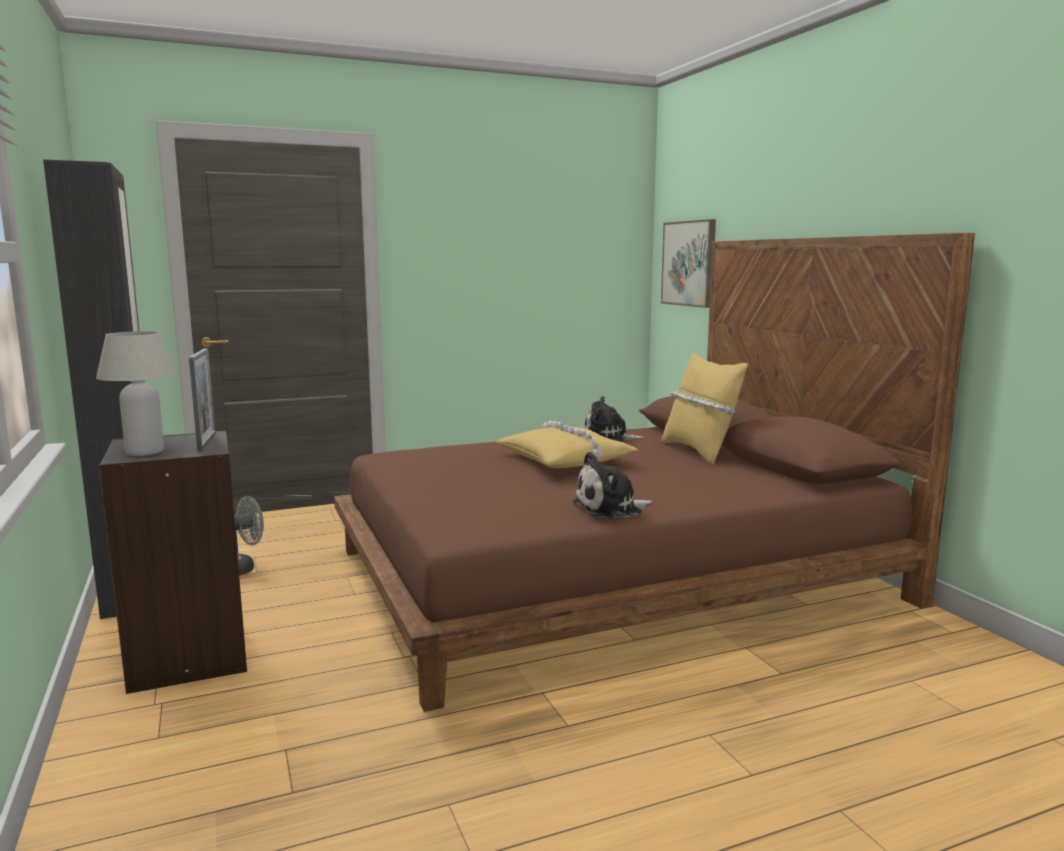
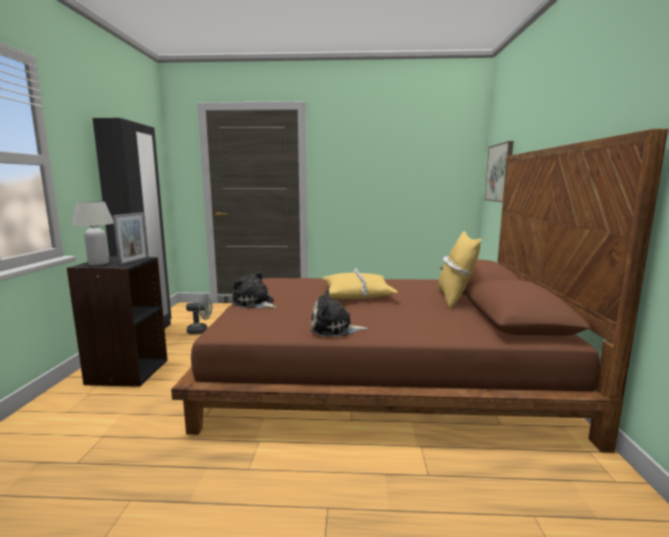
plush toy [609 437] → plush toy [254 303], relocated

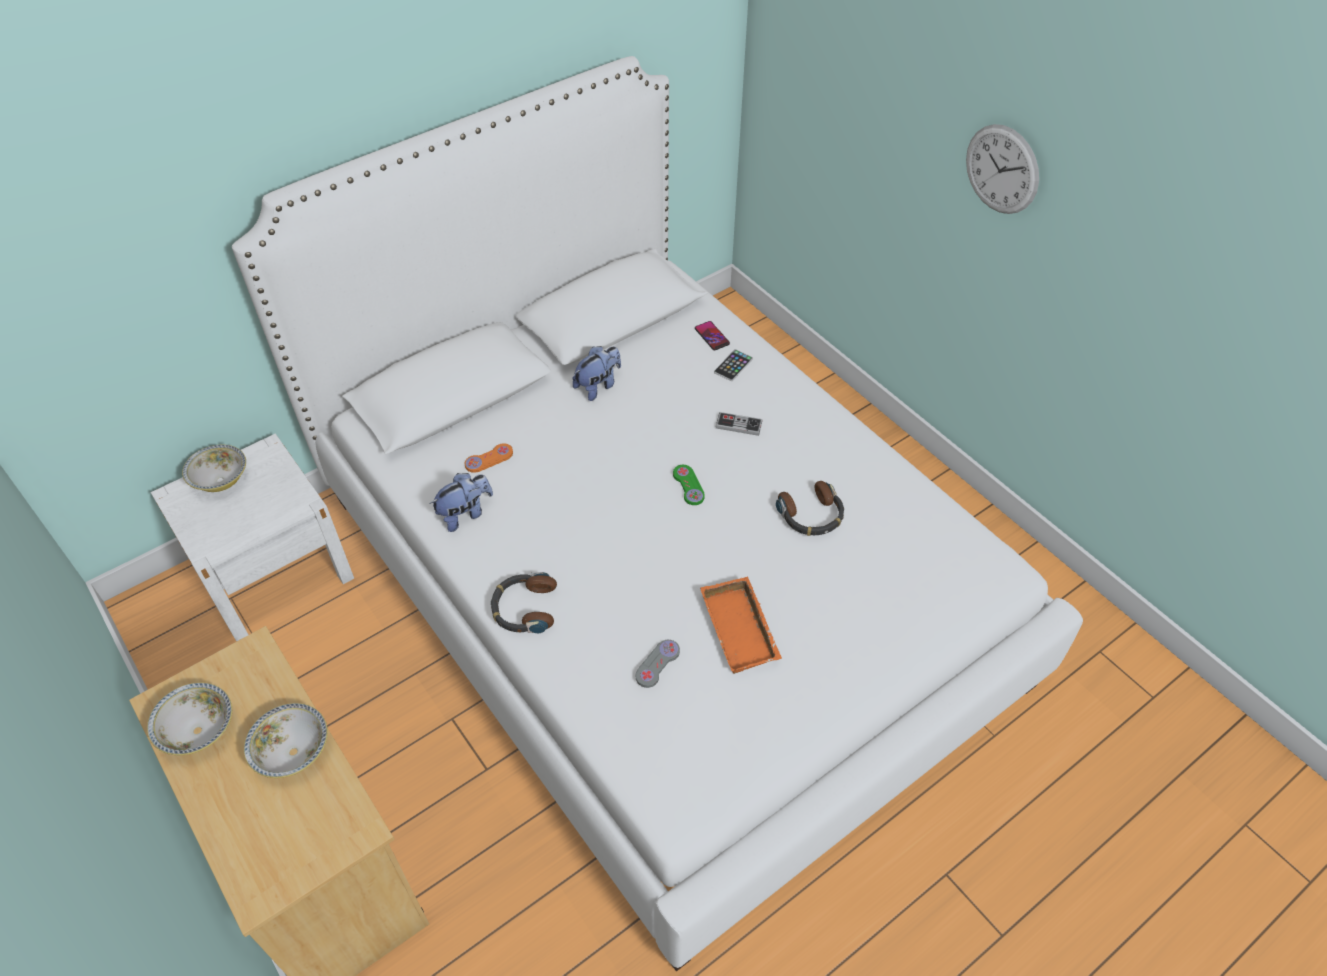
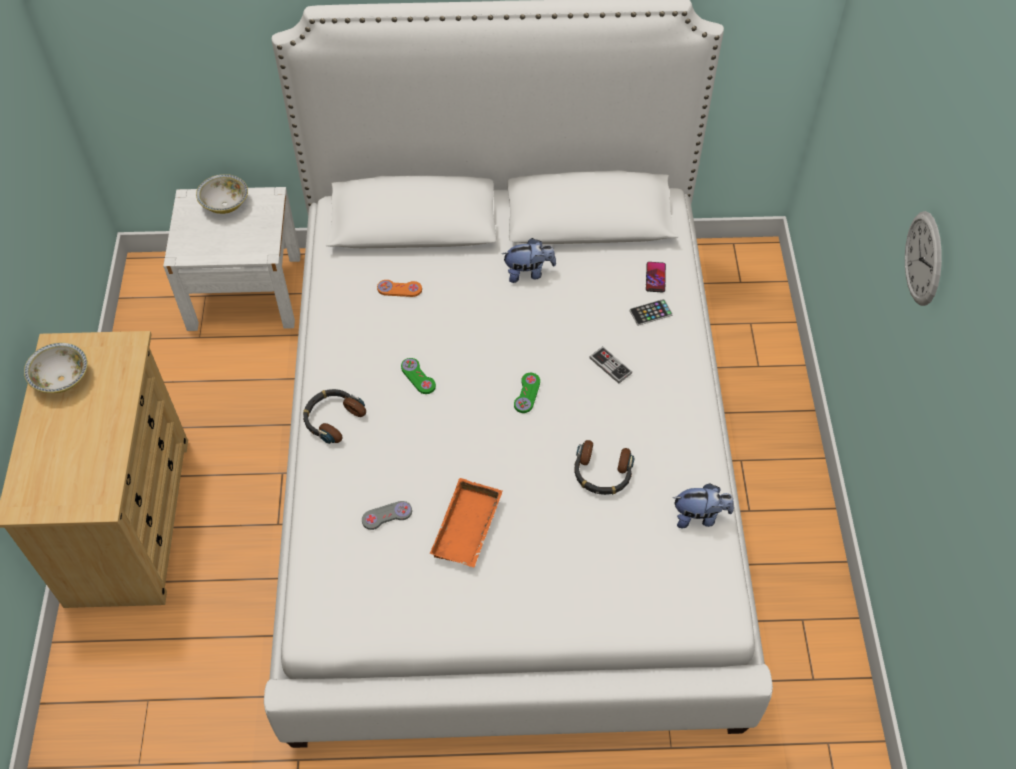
bowl [293 752] → -
plush toy [465 514] → plush toy [699 516], relocated
- → joypad (green-coloured) [418 377]

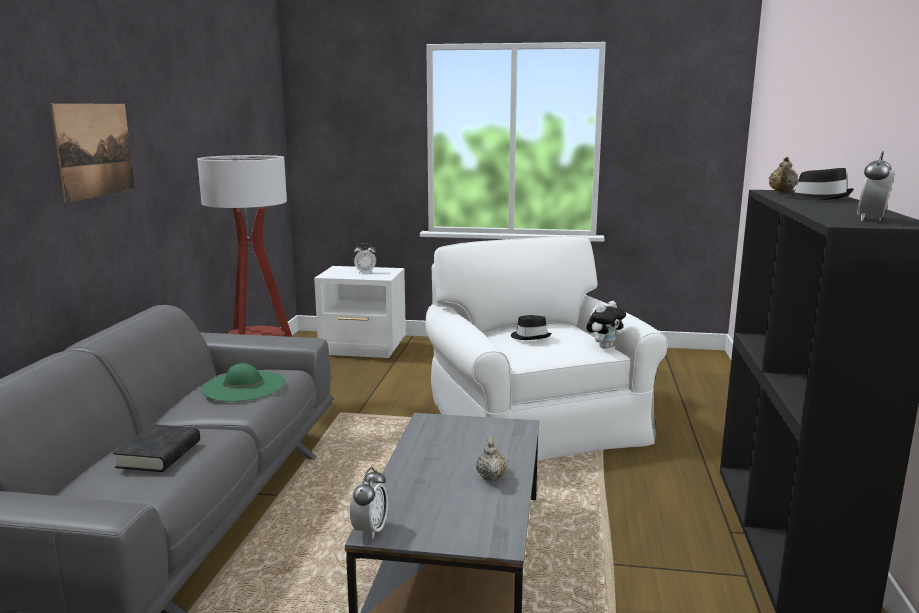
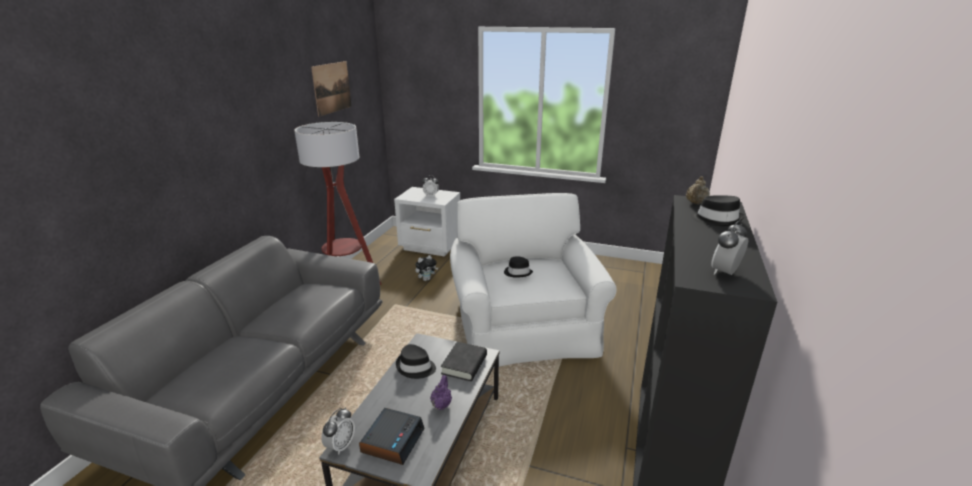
picture [95 150] → picture [332 87], relocated
volume (black) [159 454] → volume (black) [464 364], relocated
hat (green-coloured) [243 386] → -
pot for tea (sand-coloured) [491 477] → pot for tea (purplish) [441 404]
plush toy [604 346] → plush toy [426 279], relocated
- → alarm clock [392 440]
- → hat (black) [415 367]

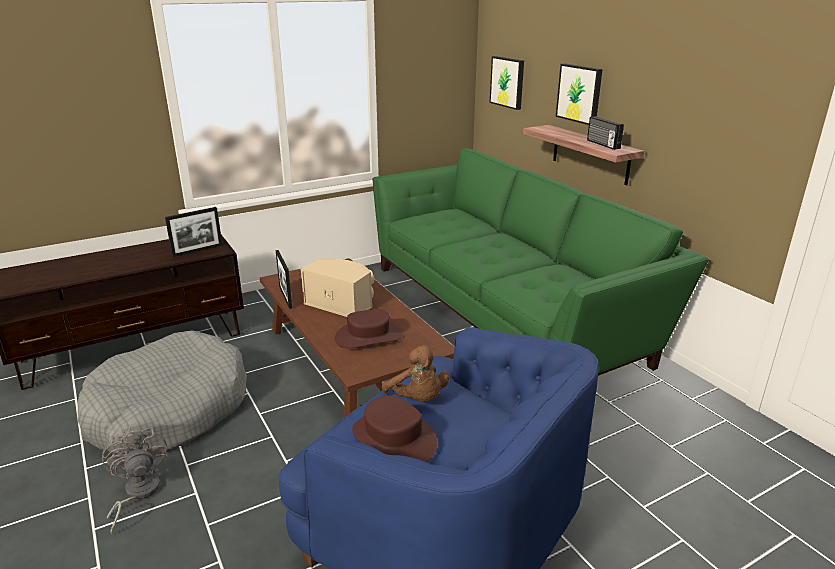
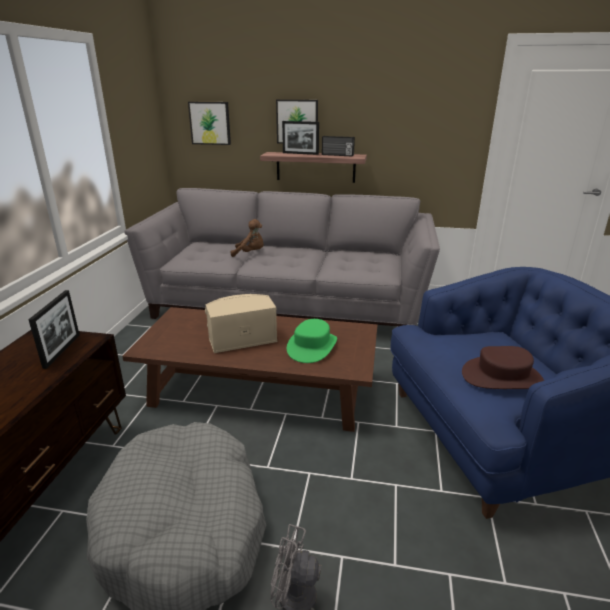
photo frame [285 297] → photo frame [300 153], relocated
hat (brown) [368 336] → hat (green-coloured) [312 346]
settee (green-coloured) [506 310] → settee (grey) [289 304]
plush toy (brown) [417 399] → plush toy (brown) [250 253], relocated

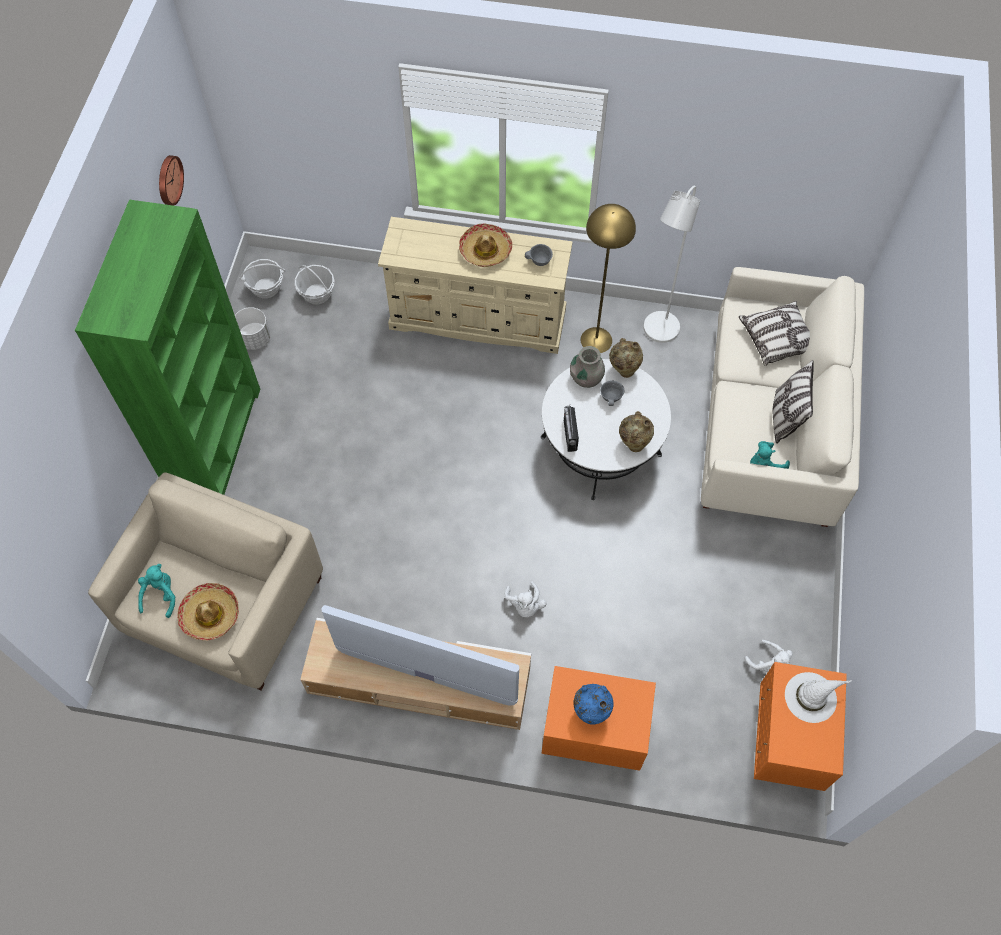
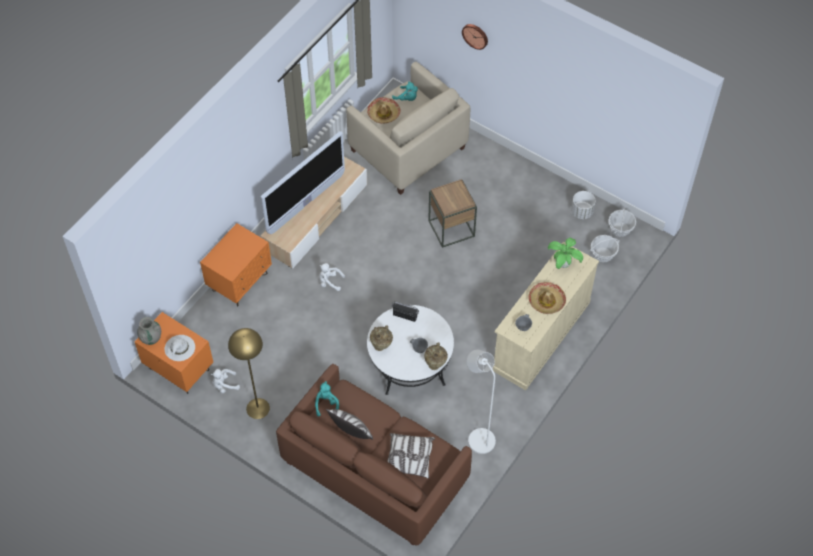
bookshelf (green-coloured) [215 439] → -
wall clock [168 180] → wall clock [475 35], relocated
decorative vase (grey) [586 378] → decorative vase (grey) [151 338], relocated
decorative vase (bluish) [591 712] → -
standing lamp (yellowish) [596 340] → standing lamp (yellowish) [257 408], relocated
settee (white) [771 423] → settee (brown) [374 470]
- → end table (brown) [451 228]
- → plant in a pot [563 264]

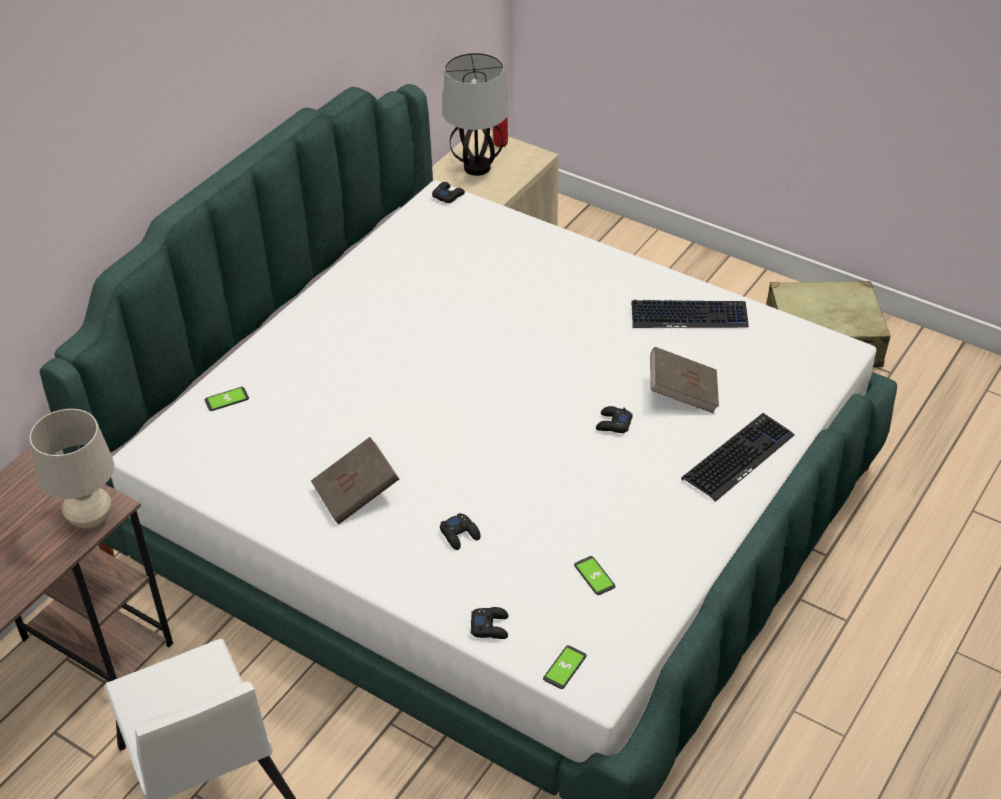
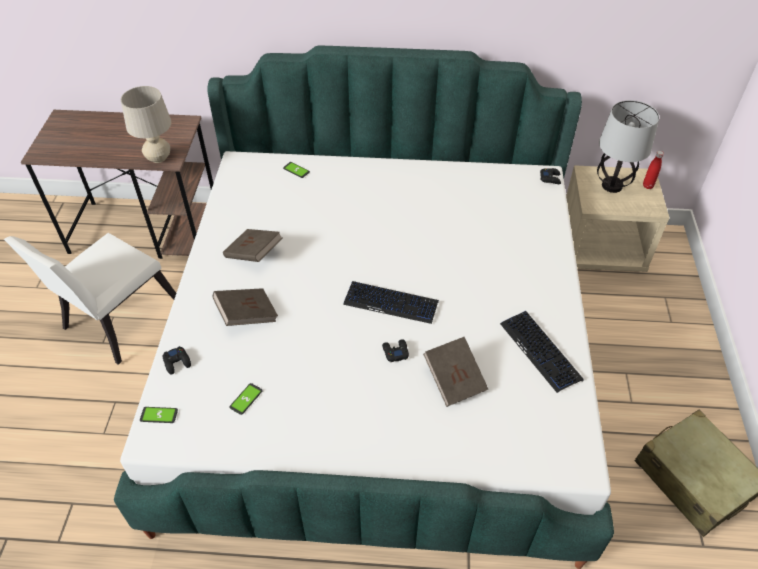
joypad (black) [460 534] → volume (brown) [247 315]
computer keyboard [738 458] → computer keyboard [391 303], relocated

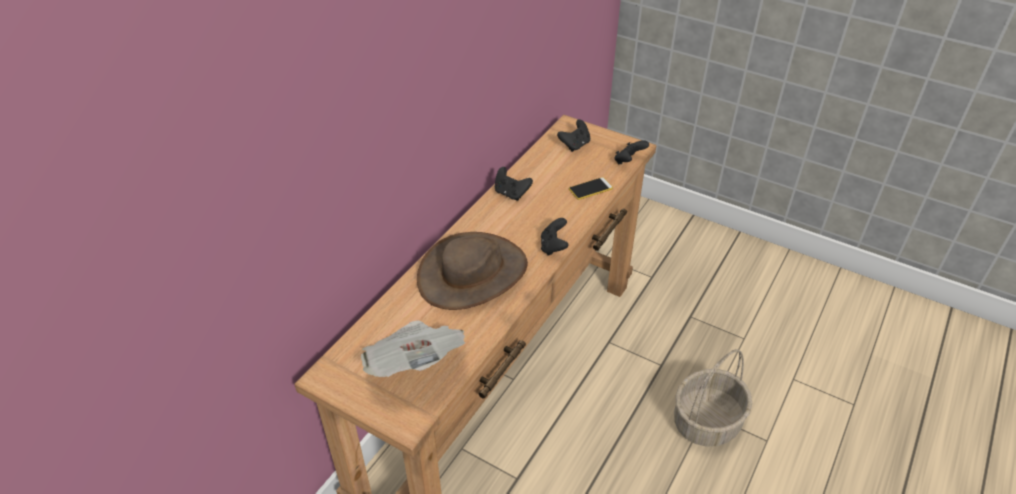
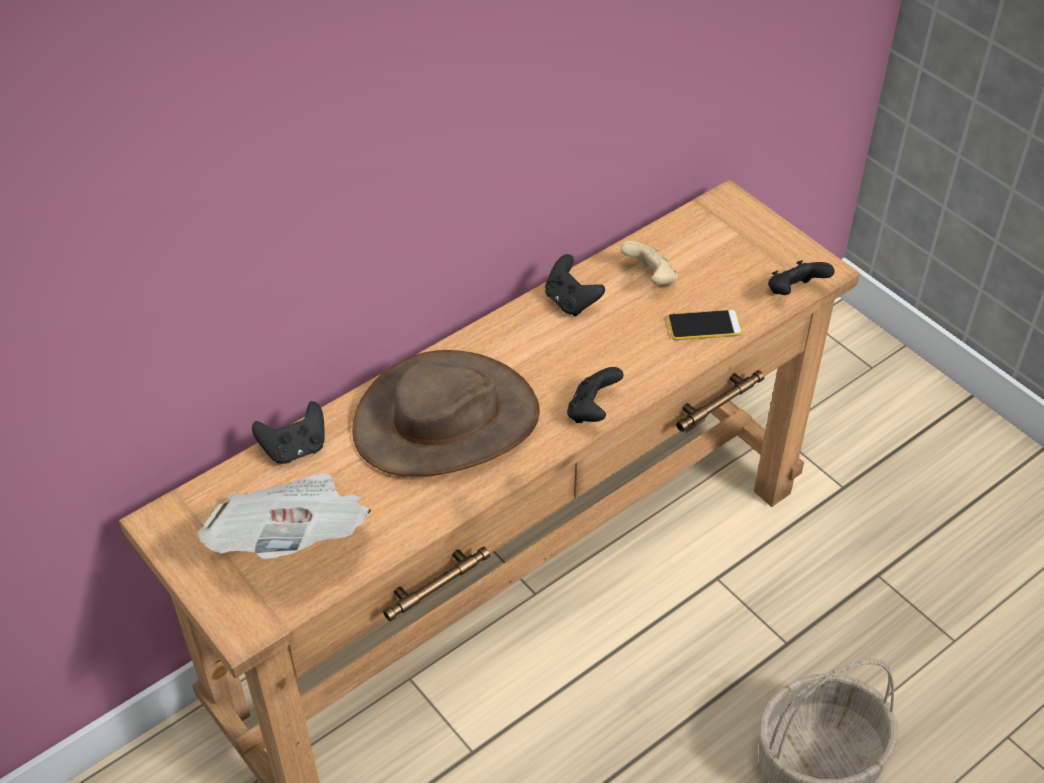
joypad (black) [575 145] → joypad (black) [295 449], relocated
- → joypad (sand-coloured) [650 279]

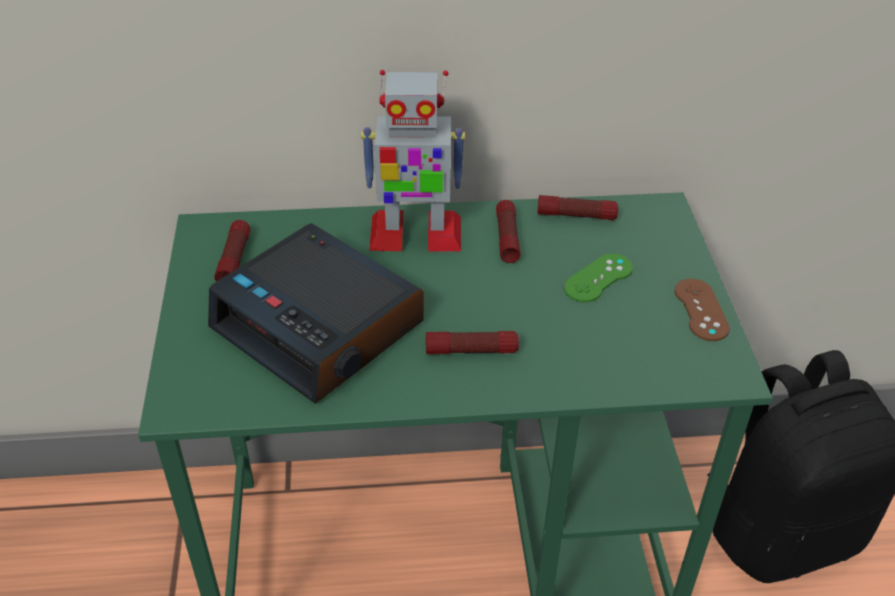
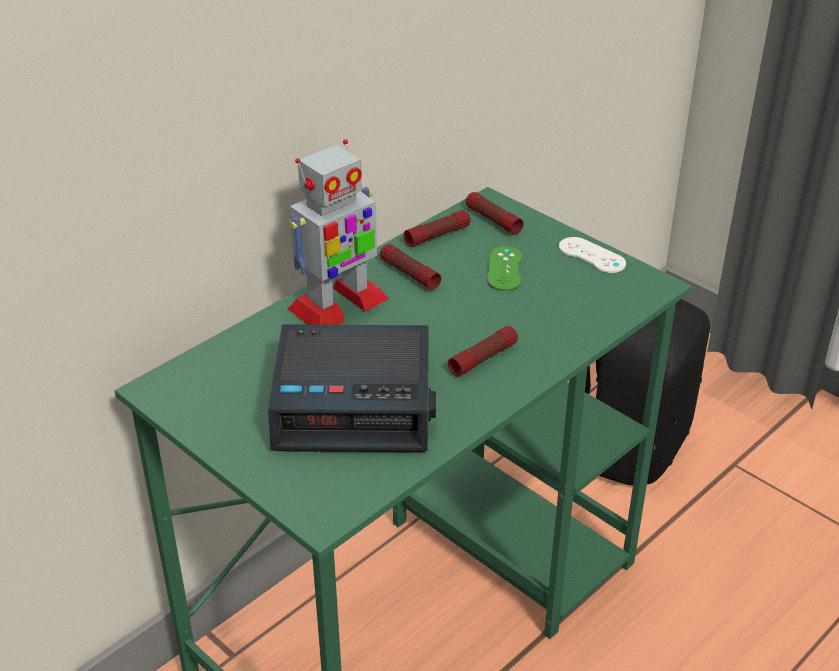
torch [234 259] → torch [493 220], relocated
joypad (brown) [701 310] → joypad (white) [591 255]

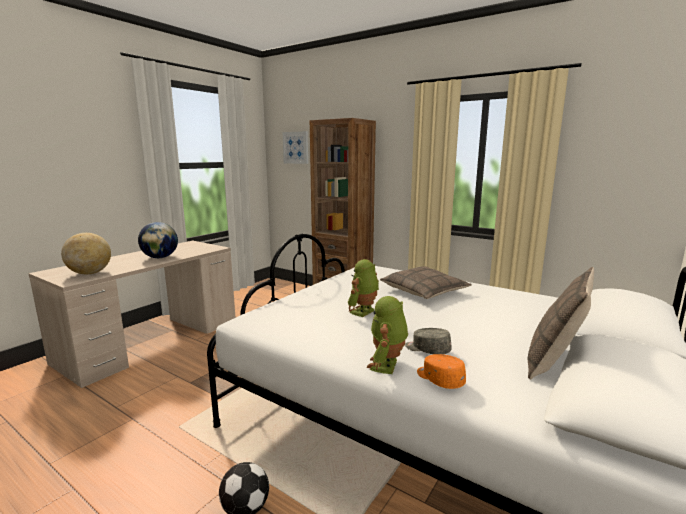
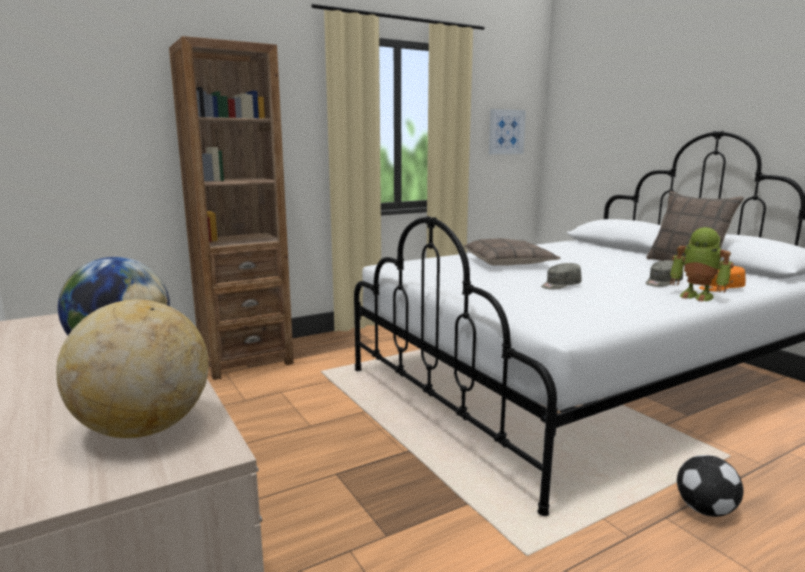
picture [296 147] → picture [506 132], relocated
model robot [364 312] → baseball cap (grey) [560 285]

